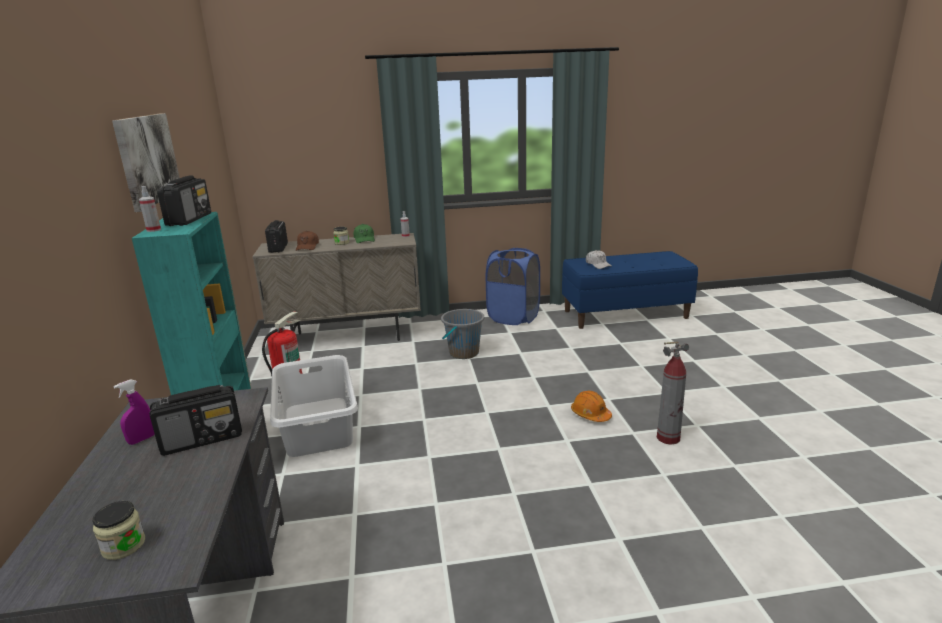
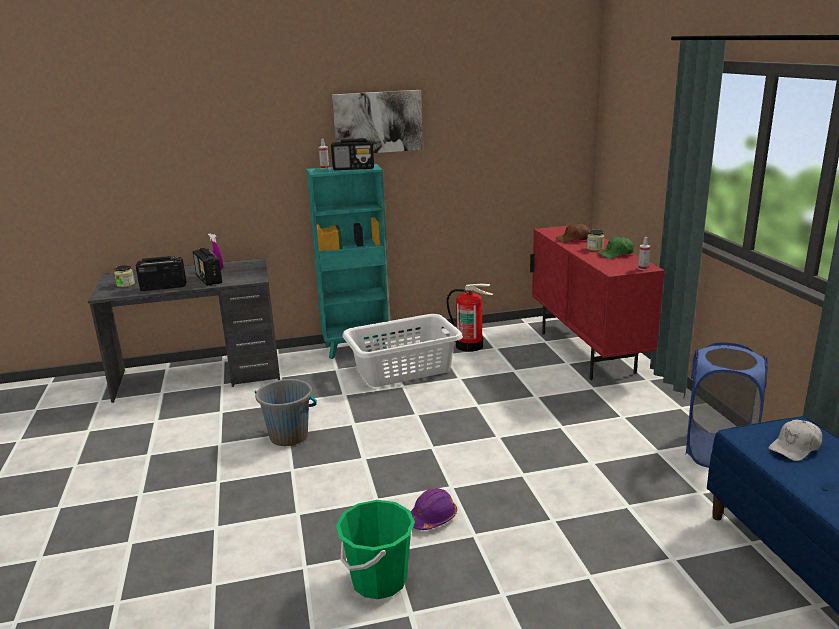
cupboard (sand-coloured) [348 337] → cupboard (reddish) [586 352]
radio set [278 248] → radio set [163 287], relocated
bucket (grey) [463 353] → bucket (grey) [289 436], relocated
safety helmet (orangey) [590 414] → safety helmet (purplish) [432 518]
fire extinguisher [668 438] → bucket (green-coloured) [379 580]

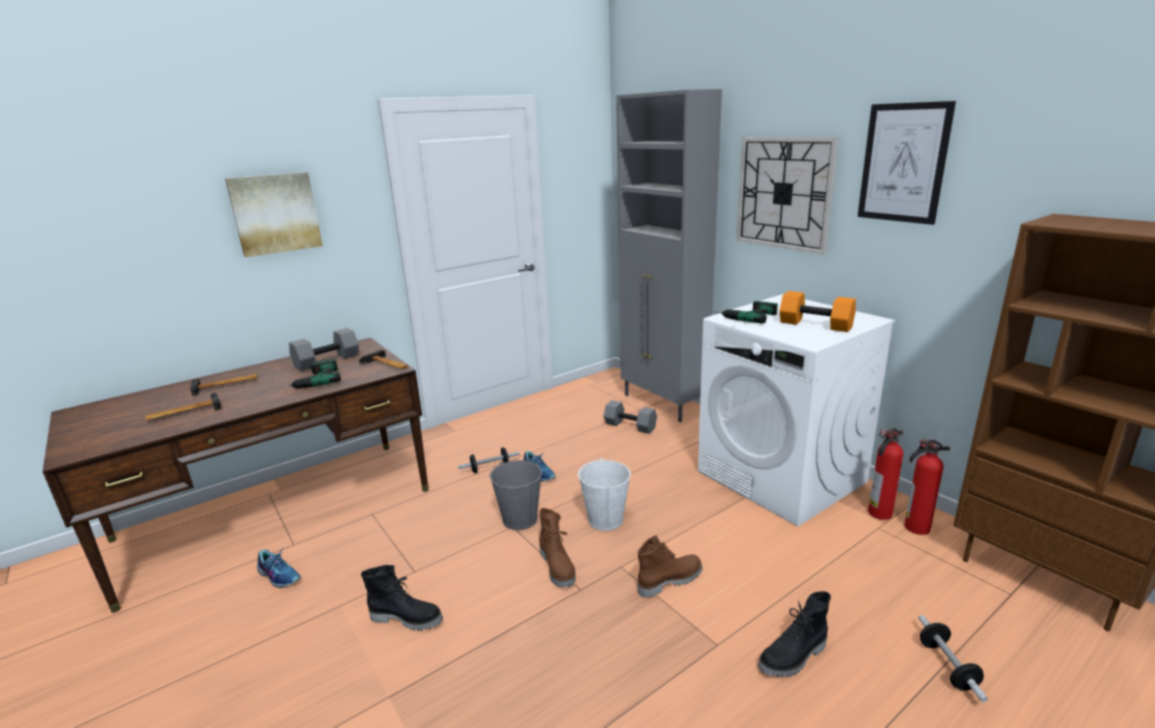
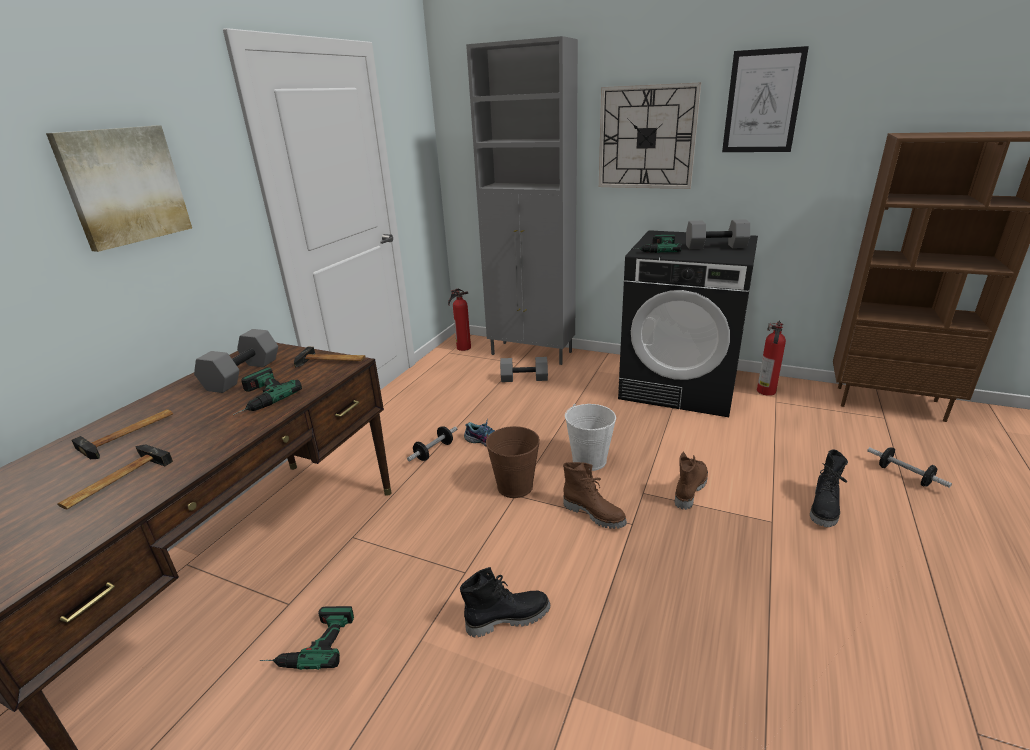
item of footwear [279 575] → drill [309 643]
bucket (grey) [520 519] → bucket (brown) [515 486]
washing machine (white) [781 477] → washing machine (black) [680 385]
dumbbell (orangey) [814 325] → dumbbell (grey) [715 247]
fire extinguisher [915 527] → fire extinguisher [462 348], relocated

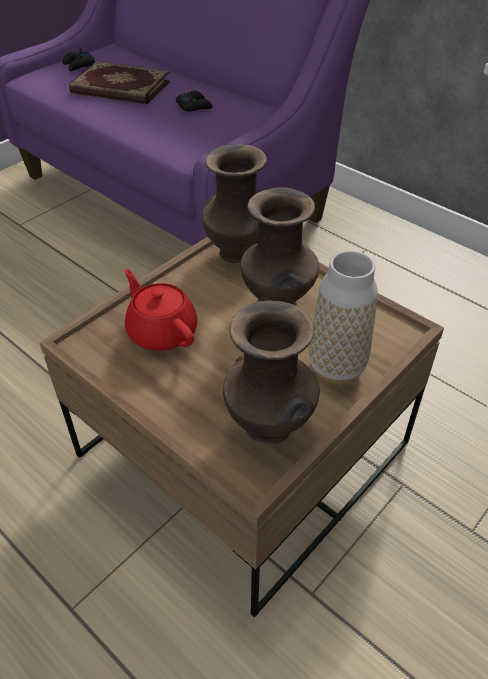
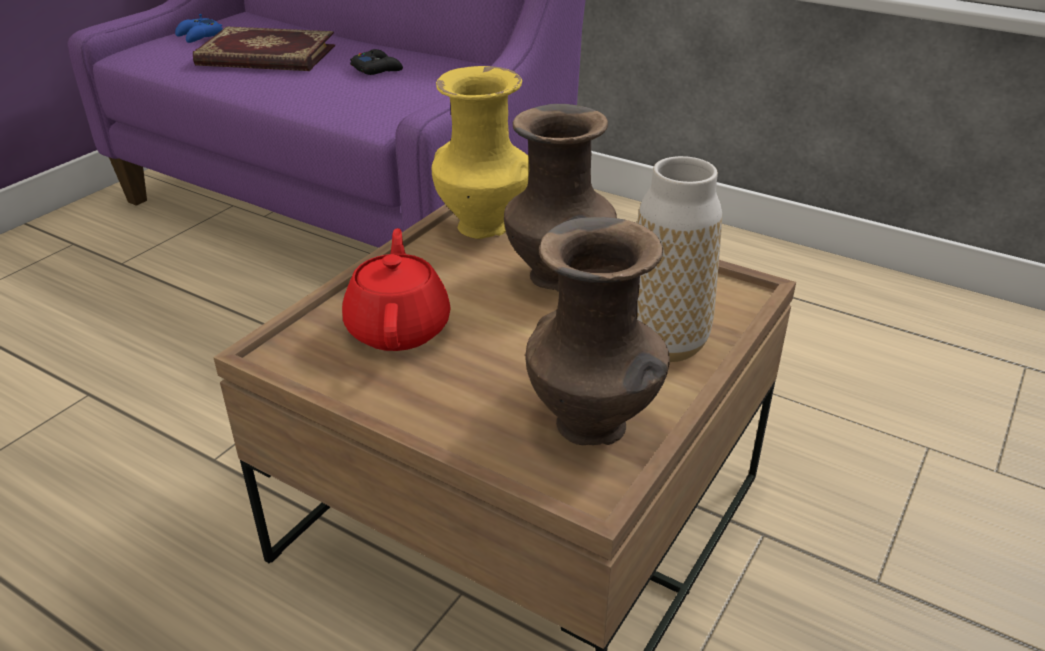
joypad (black) [79 65] → joypad (bluish) [199 36]
pot for tea (reddish) [162 332] → pot for tea (reddish) [399 328], 45 degrees clockwise
decorative vase (brown) [239 254] → decorative vase (yellowish) [485 228]

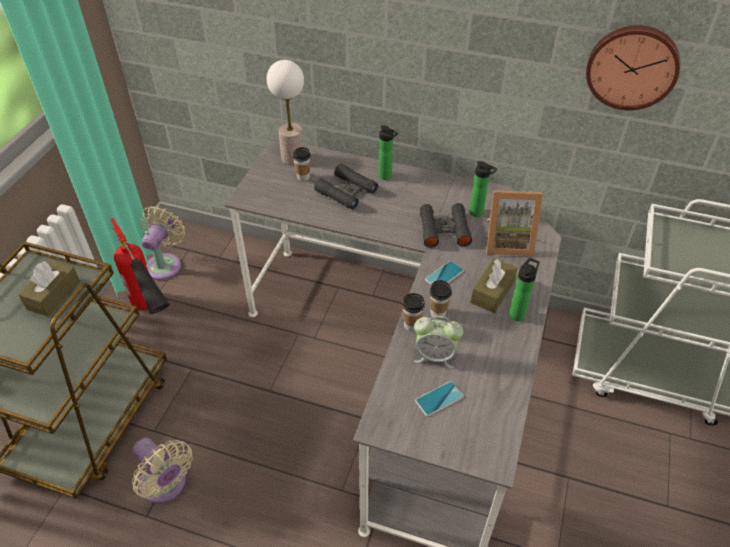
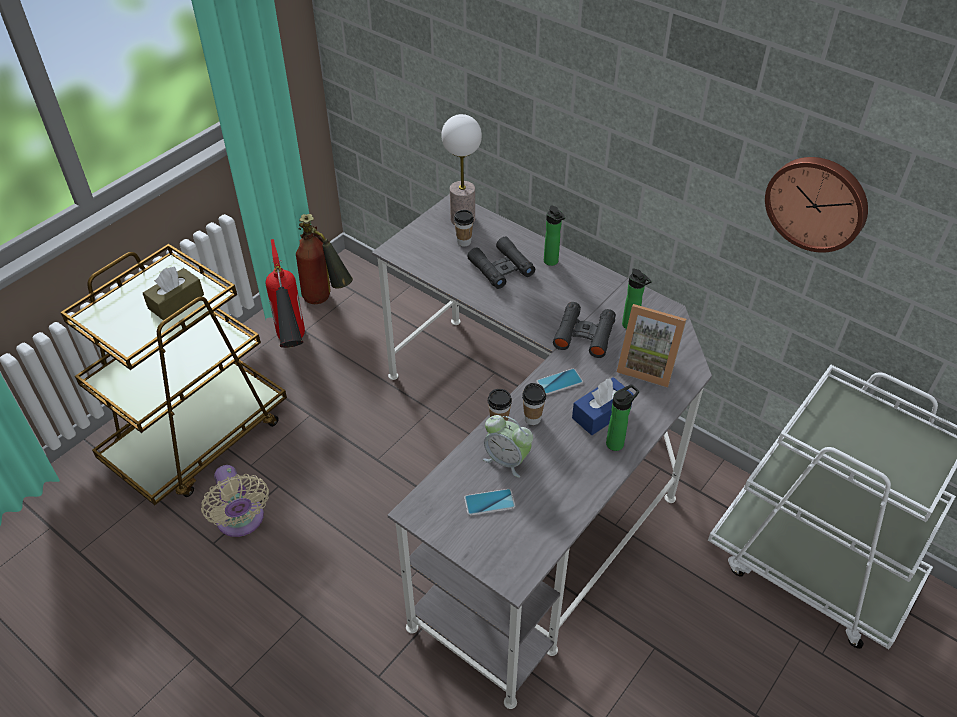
cooling fan (sand-coloured) [165 264] → fire extinguisher [326 300]
tissue holder (brown) [492 292] → tissue holder (bluish) [601 413]

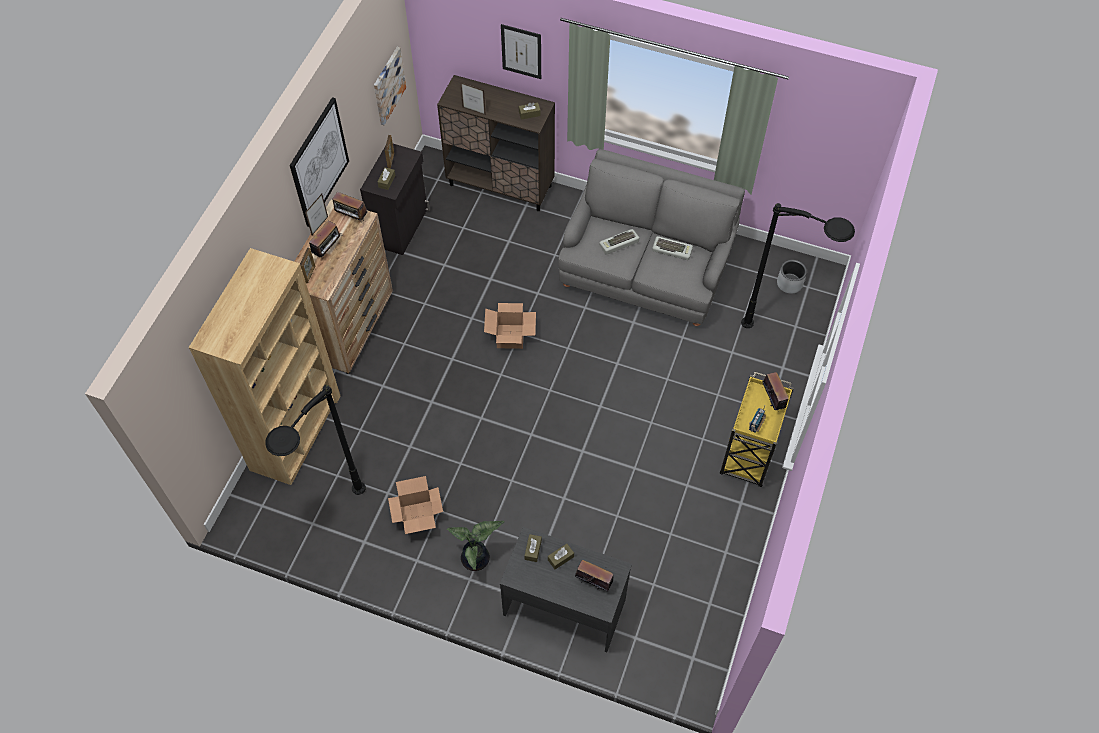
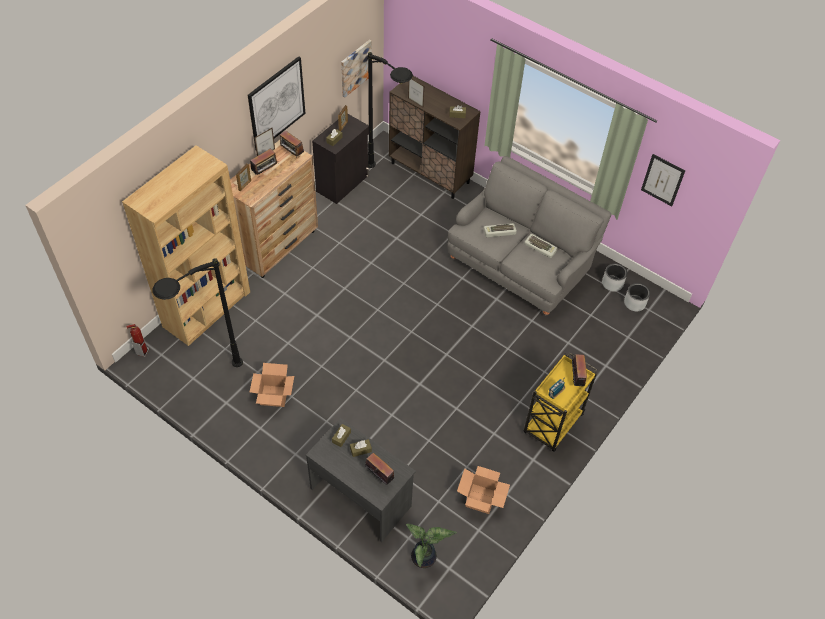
plant in a pot [477 559] → plant in a pot [425 558], relocated
carton [510 336] → carton [480 498], relocated
picture [521 51] → picture [662 180], relocated
standing lamp (black) [784 341] → standing lamp (black) [390 181], relocated
- → fire extinguisher [142 351]
- → planter (grey) [612 283]

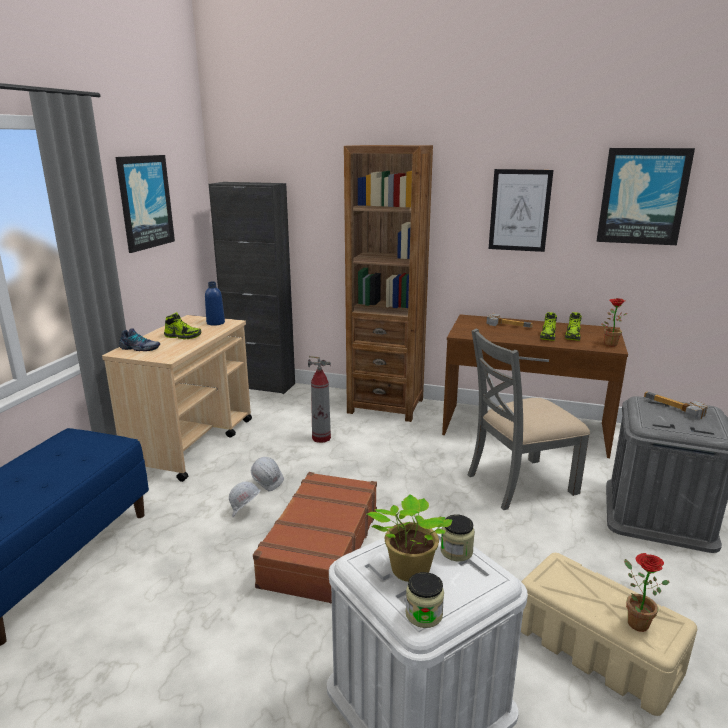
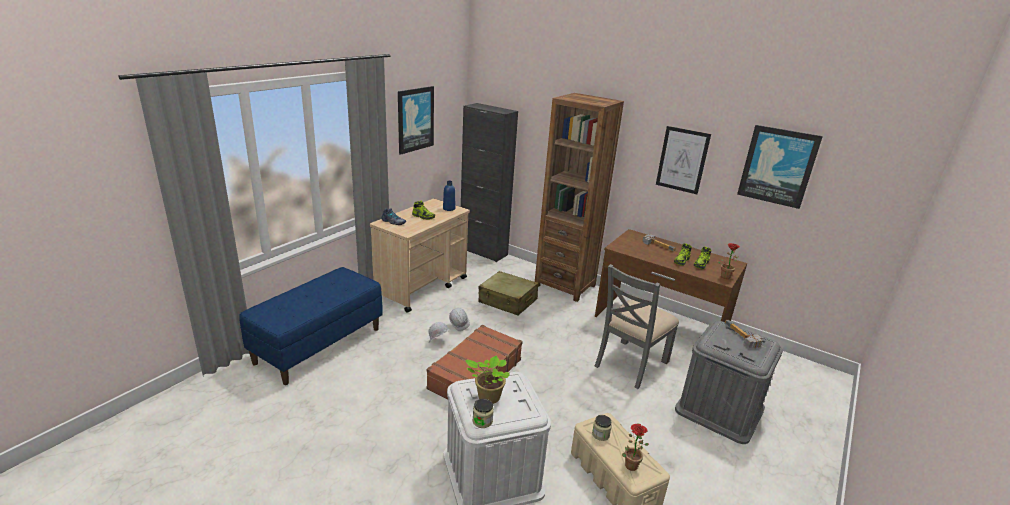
fire extinguisher [321 438] → suitcase (sand-coloured) [508 301]
jar [456 551] → jar [600 434], relocated
plain chair (grey) [519 483] → plain chair (grey) [630 364], 45 degrees counterclockwise

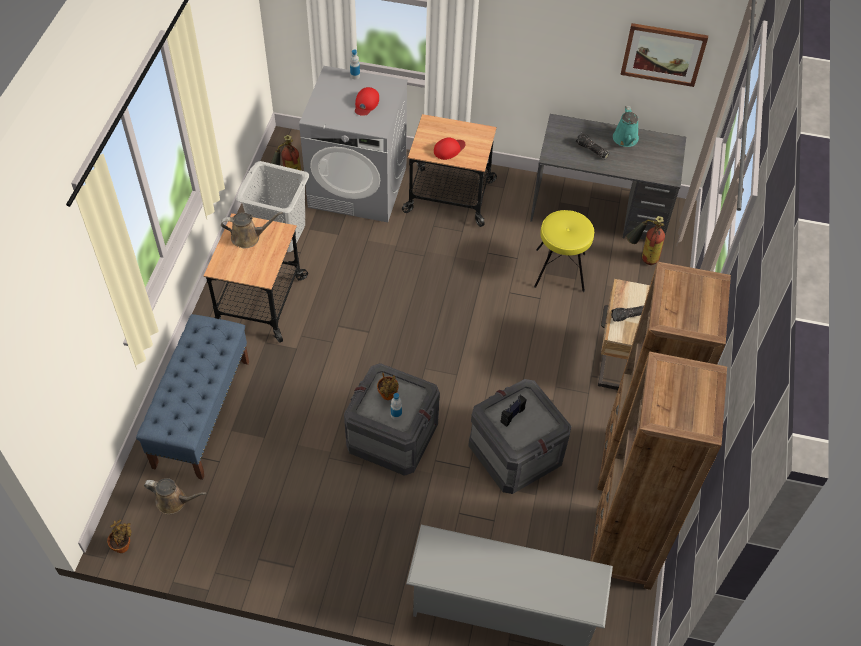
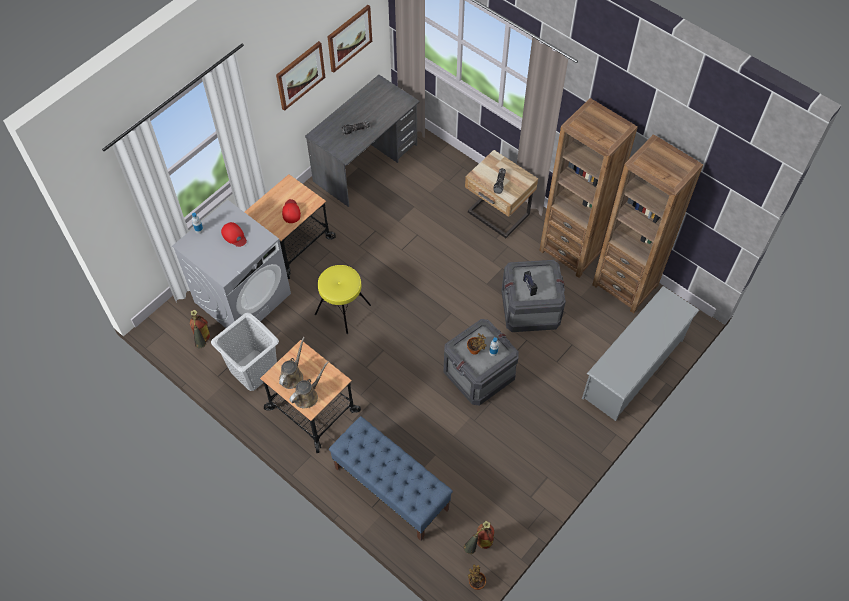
watering can (brown) [174 501] → watering can (brown) [308 395], relocated
stool (yellowish) [559 270] → stool (yellowish) [343 310], relocated
watering can (turquoise-coloured) [626 140] → -
fire extinguisher [642 257] → fire extinguisher [479 546], relocated
- → picture [300 75]

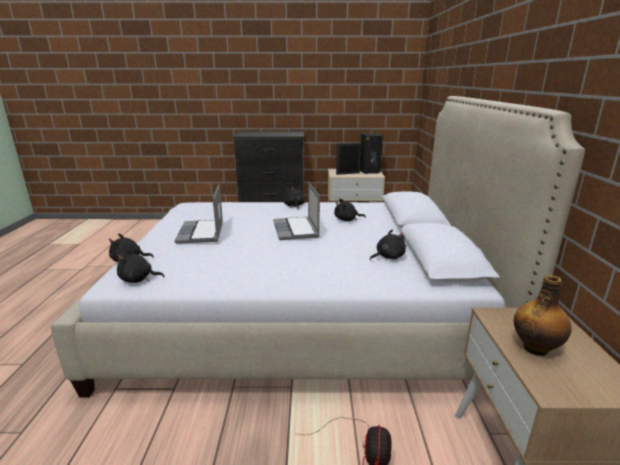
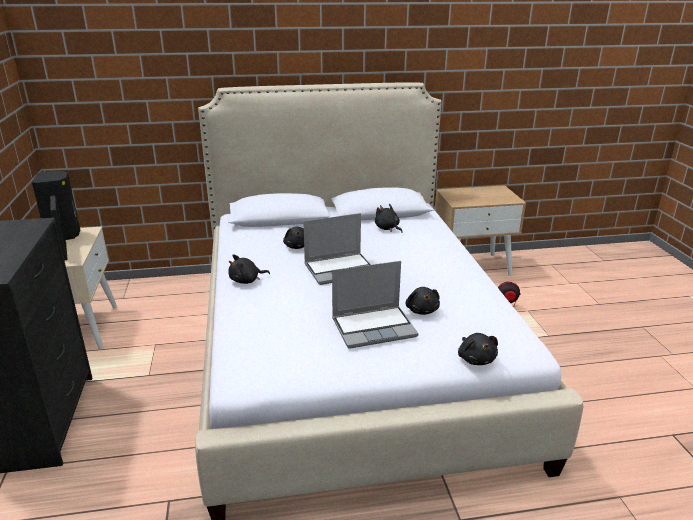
plush toy (black) [138 279] → plush toy (black) [422 310], relocated
beverage bottle [536 348] → -

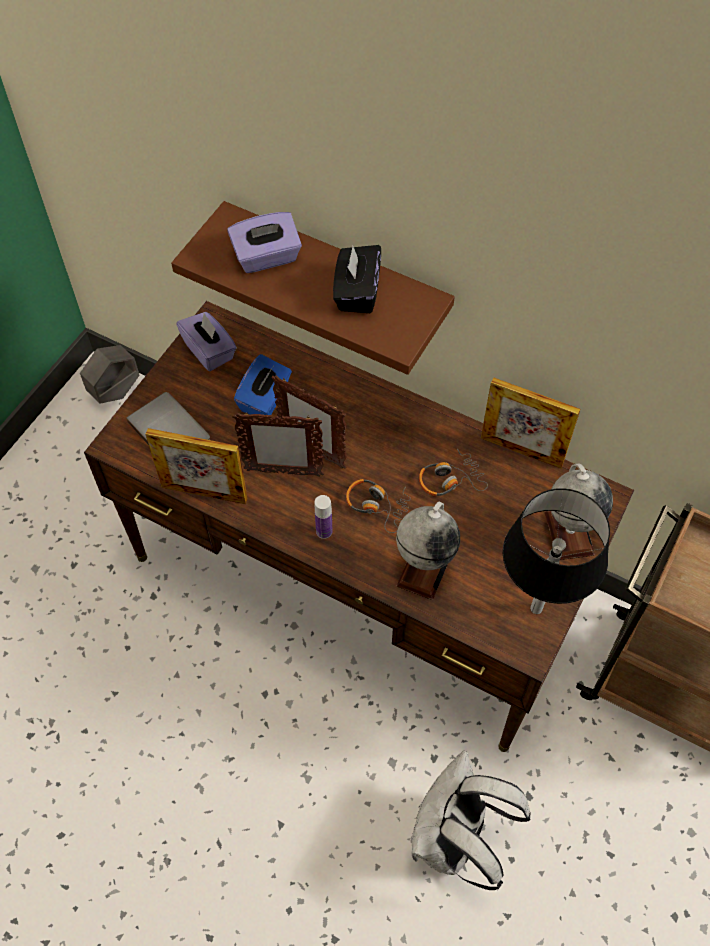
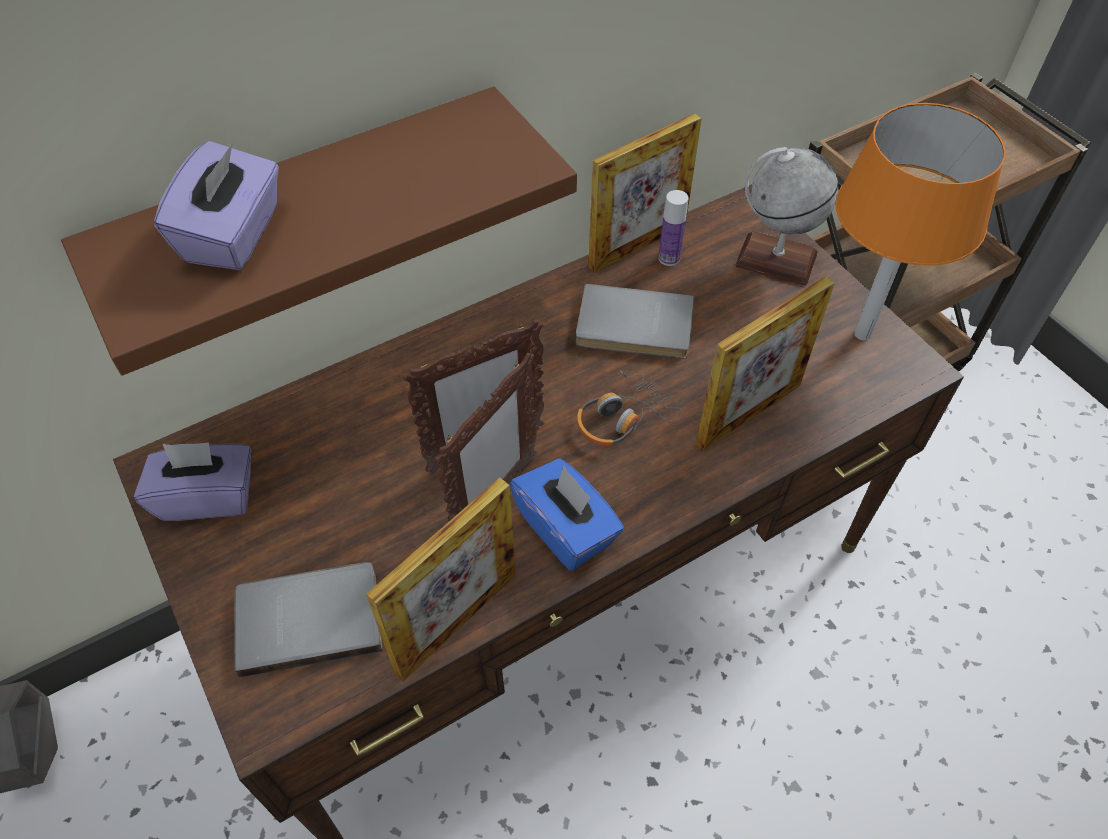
tissue holder (bluish) [265 399] → tissue holder (bluish) [566 529], relocated
beverage bottle [324 531] → beverage bottle [669 258], relocated
tissue holder (black) [357 292] → -
desk globe [424 569] → photo frame [749 414]
knapsack (white) [455 840] → -
headset [450 480] → volume (grey) [634 328]
table lamp (black) [536 608] → table lamp (orangey) [862 334]

